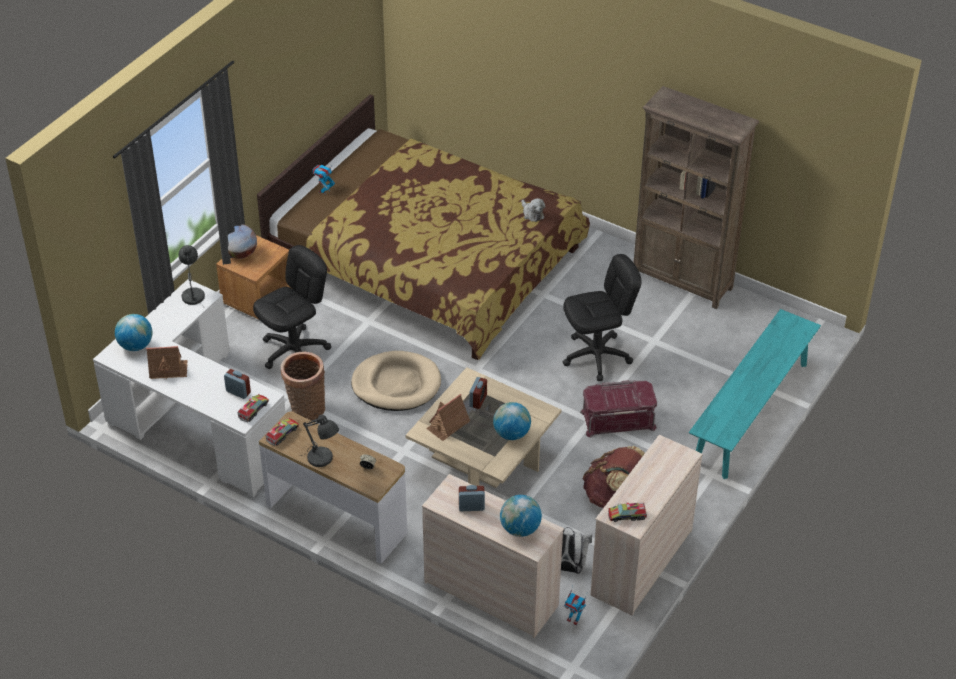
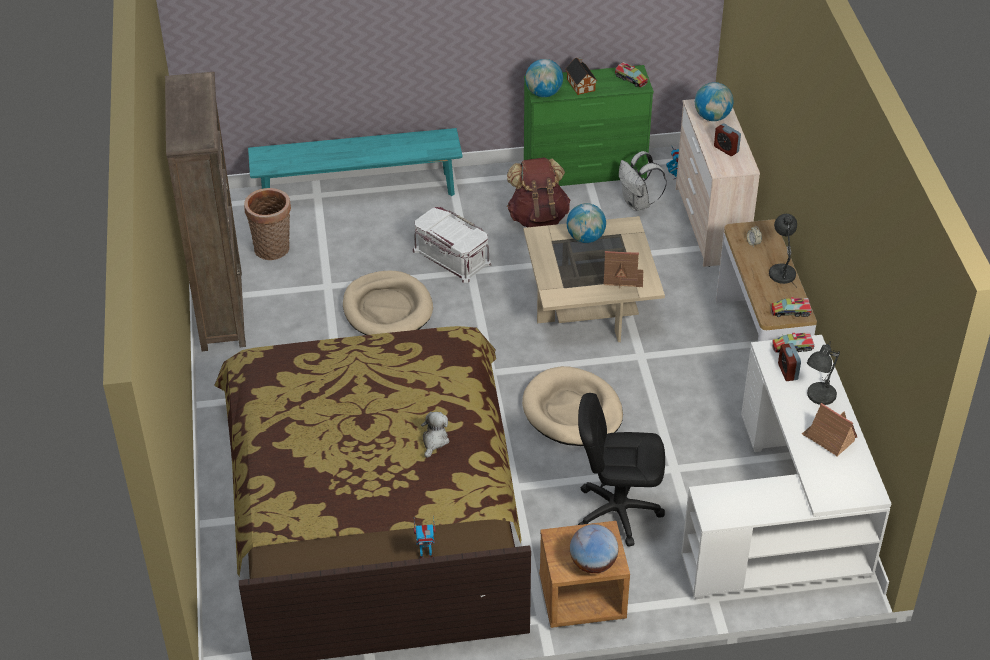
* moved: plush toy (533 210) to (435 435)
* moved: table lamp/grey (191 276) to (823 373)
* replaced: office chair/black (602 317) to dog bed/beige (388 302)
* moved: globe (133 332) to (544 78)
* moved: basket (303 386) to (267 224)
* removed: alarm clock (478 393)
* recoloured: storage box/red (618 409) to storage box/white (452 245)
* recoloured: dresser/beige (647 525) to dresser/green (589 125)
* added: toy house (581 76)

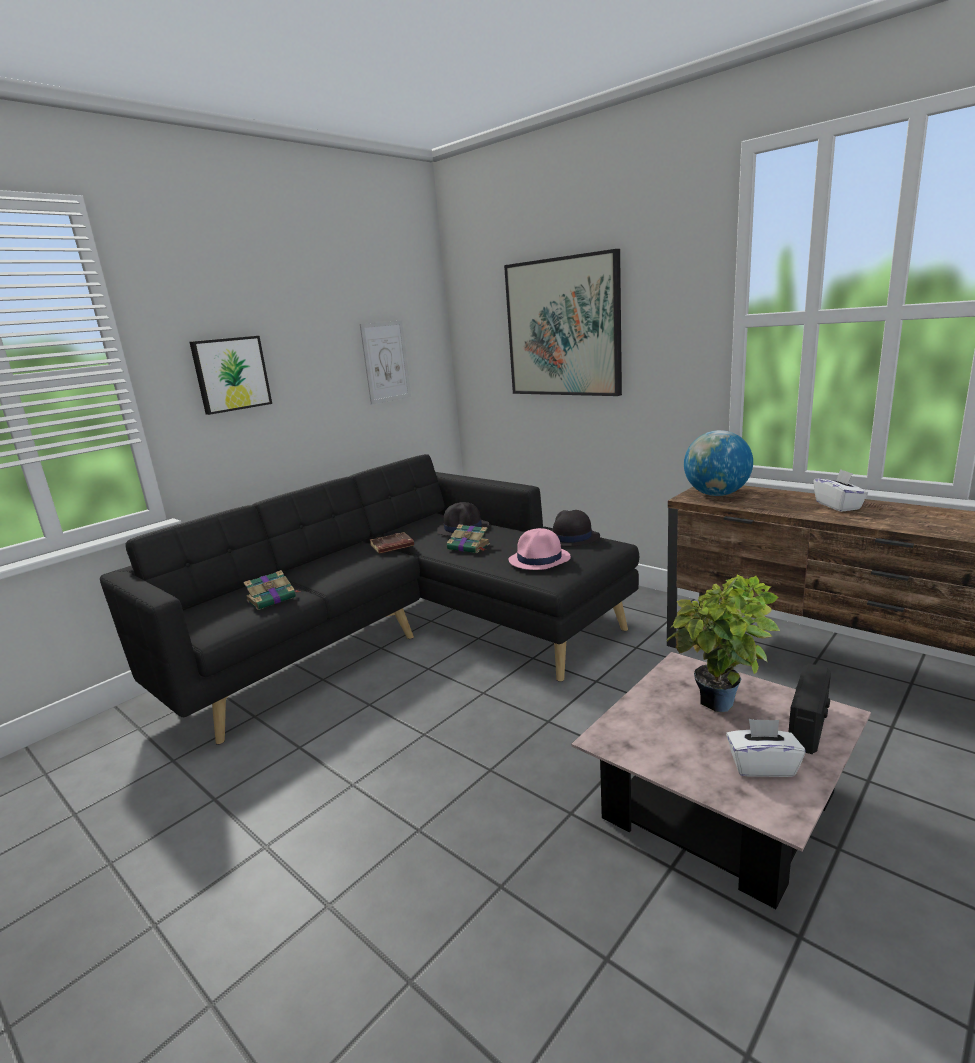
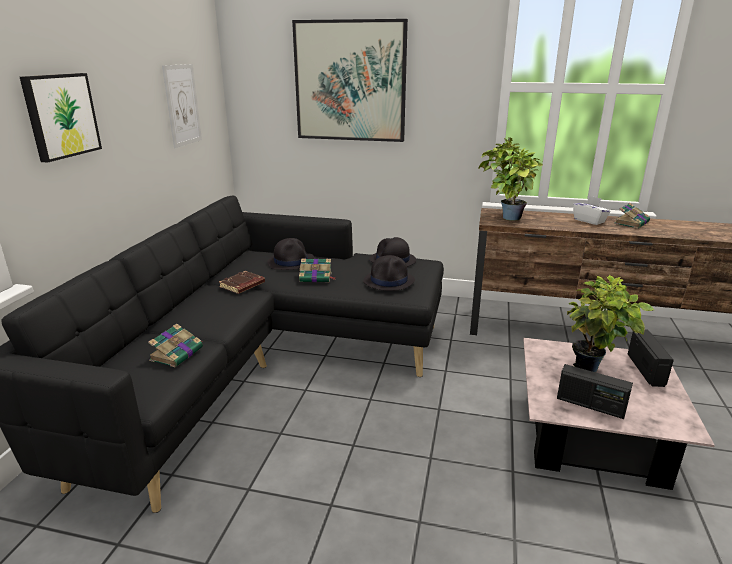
* replaced: globe (718 463) to potted plant (511 178)
* recoloured: hat/pink (540 549) to hat/black (389 273)
* removed: tissue box/white (766 748)
* added: book (632 216)
* added: radio (595 391)

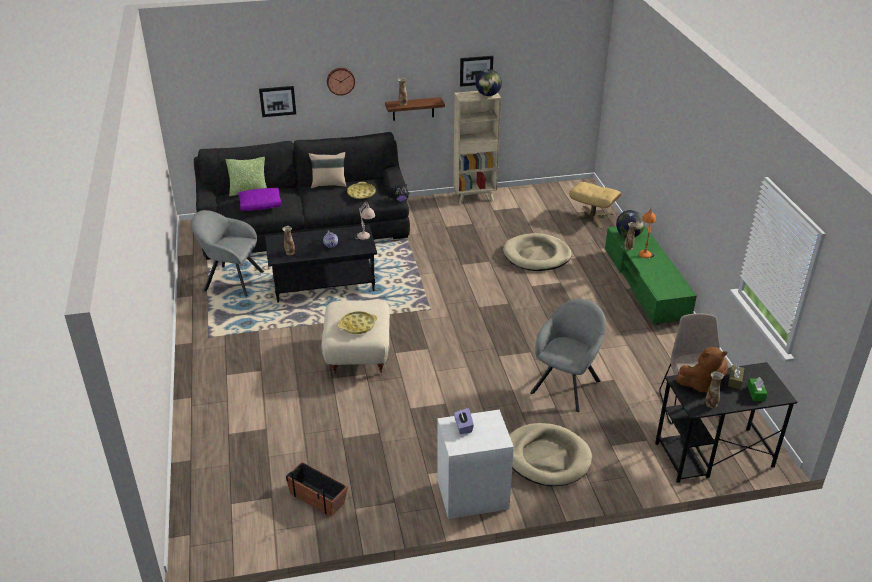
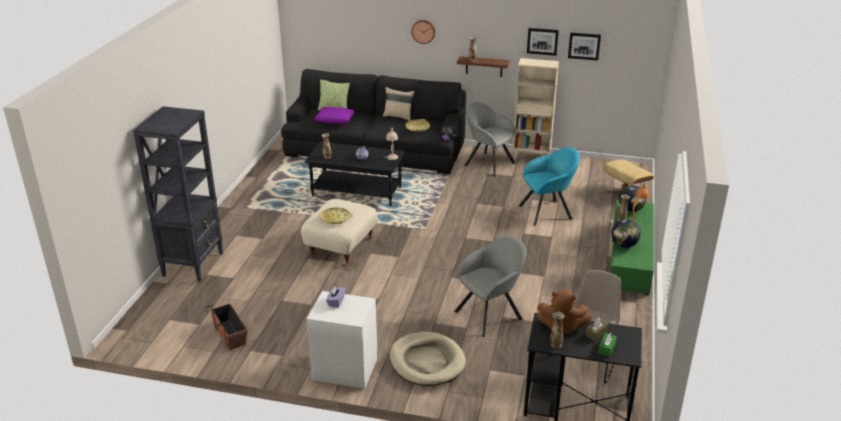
* moved: globe (488 82) to (626 233)
* moved: picture (277 101) to (584 46)
* moved: armchair/grey (227 253) to (489 139)
* replaced: dog bed/beige (537 252) to armchair/turquoise (549 186)
* added: bookcase/black (178 194)

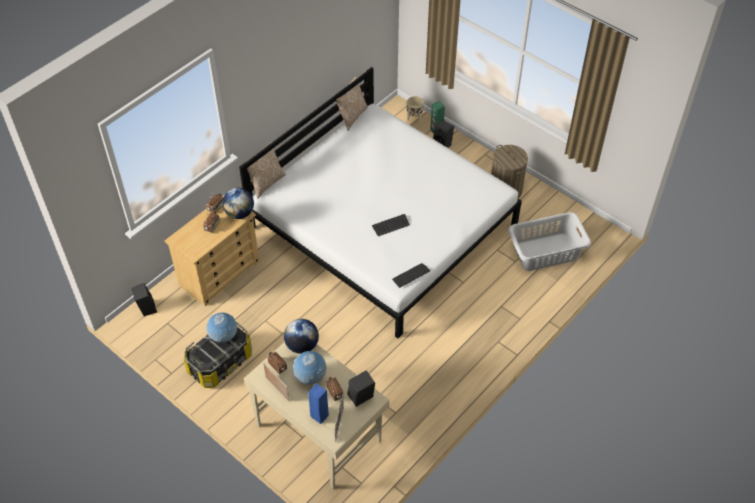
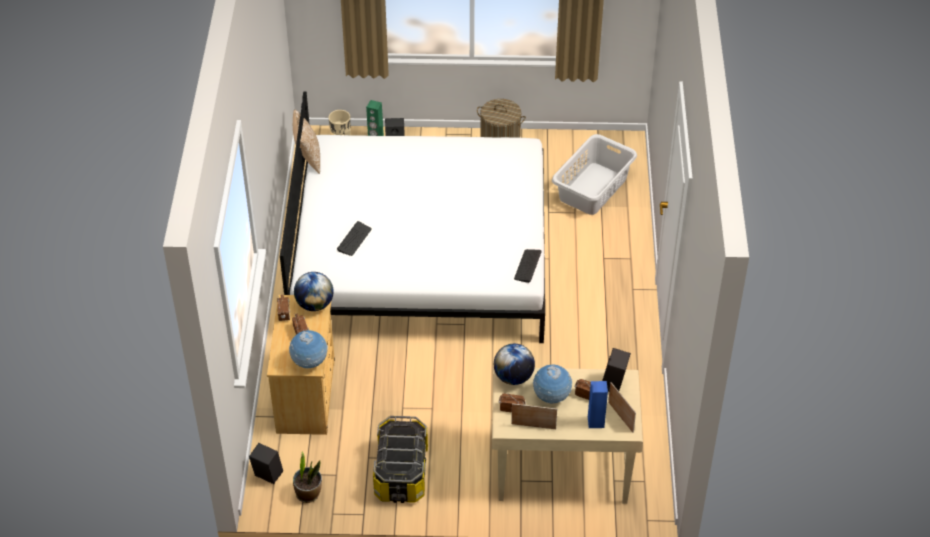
* removed: pillow (266 173)
* moved: keyboard (391 225) to (354 238)
* moved: globe (222 328) to (308 349)
* added: potted plant (307 477)

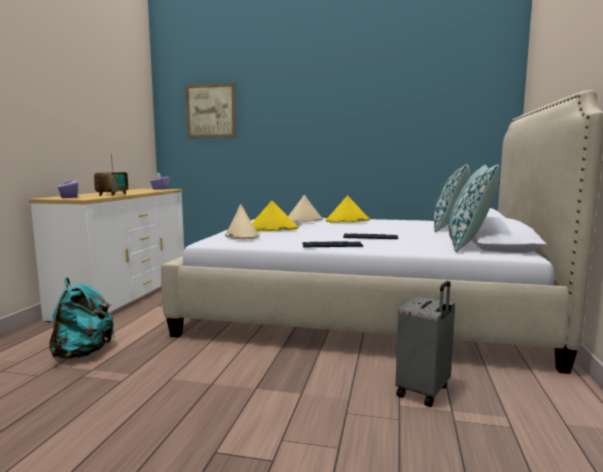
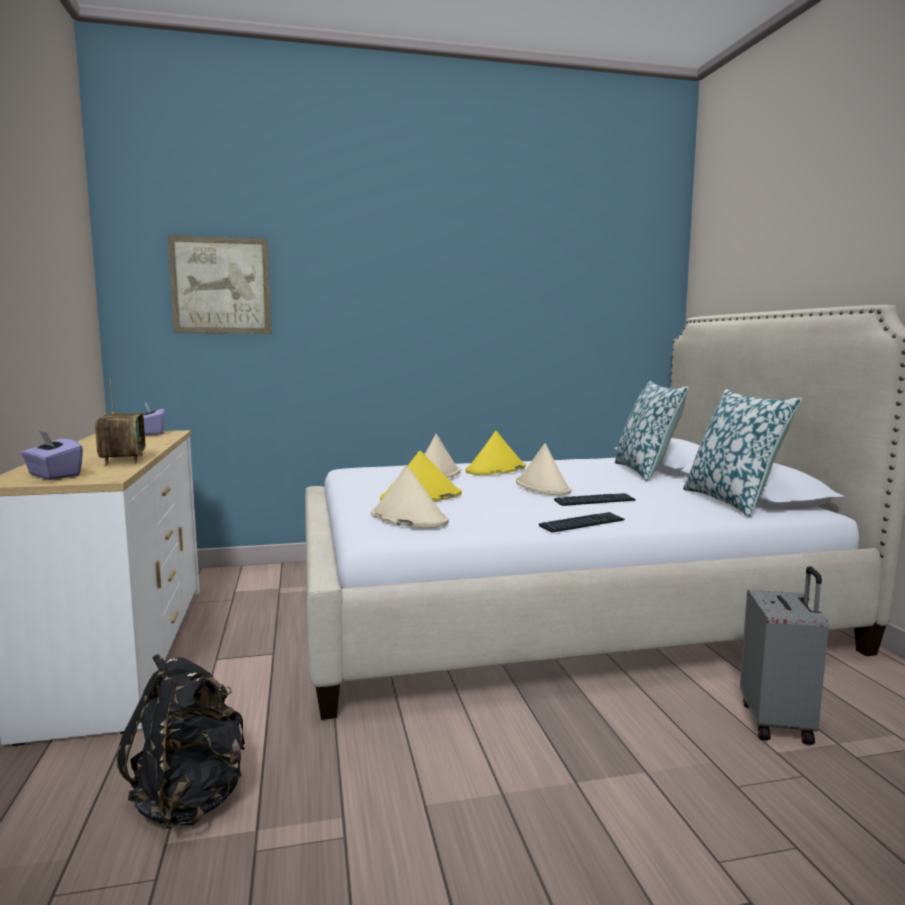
* recoloured: backpack/turquoise (82 318) to backpack/black (181 741)
* added: hat/beige (543 469)

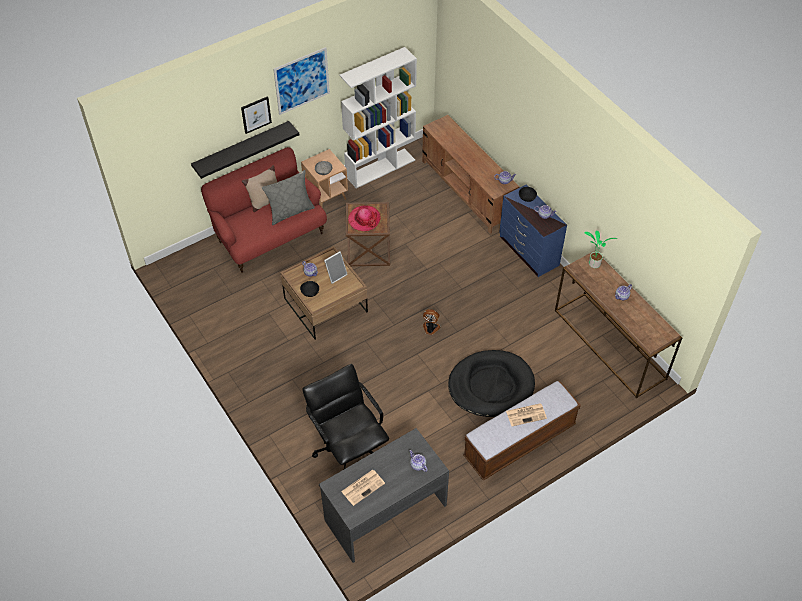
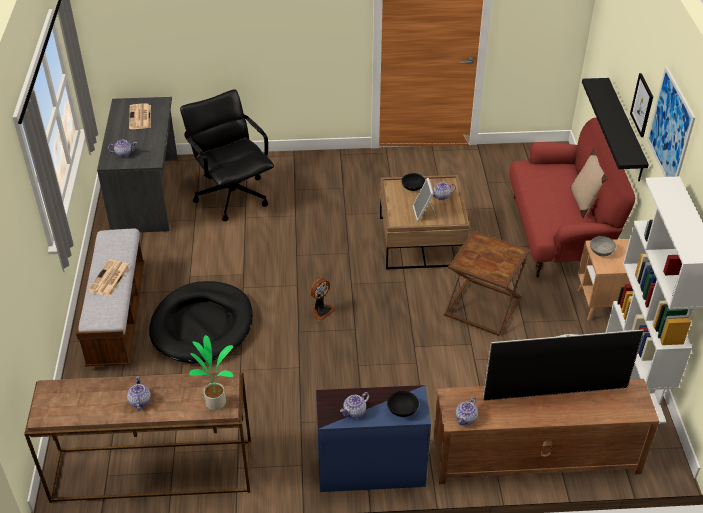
* removed: pillow/grey (288 197)
* removed: hat (364 218)
* turned: office chair/black (345 416) = (227 155) 120 degrees counterclockwise
* added: television (563 365)

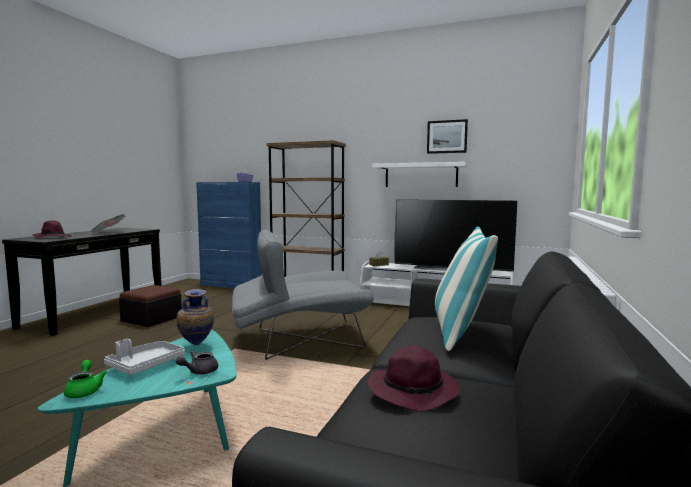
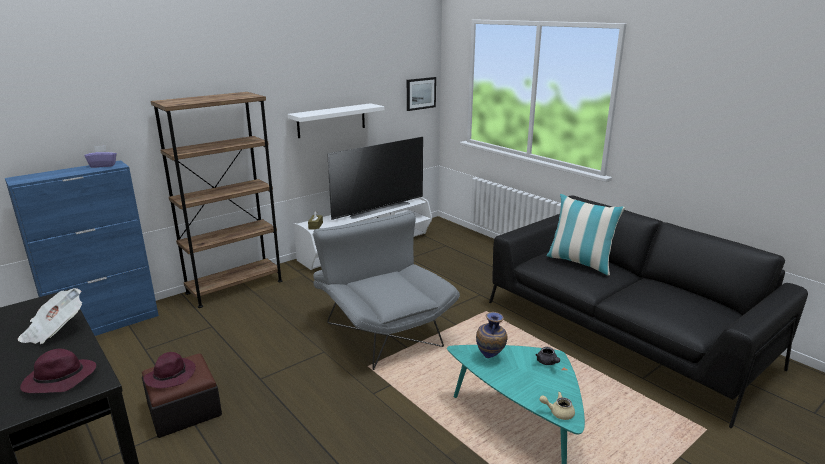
* moved: picture (447 136) to (421 94)
* turned: armchair/grey (303 295) = (386 290) 135 degrees clockwise
* removed: tray/grey (144 357)
* moved: hat/purple (414 378) to (169 370)
* recoloured: teapot/green (85 379) to teapot/beige (557 406)

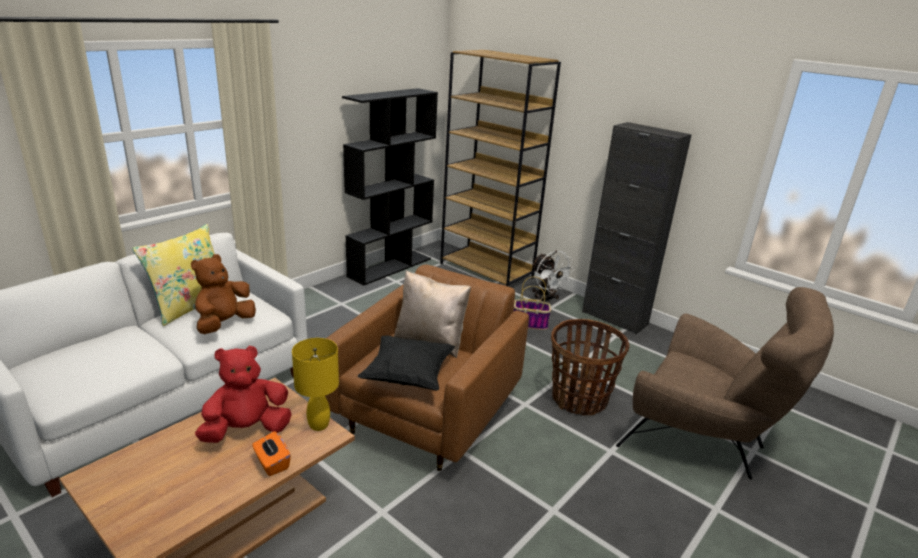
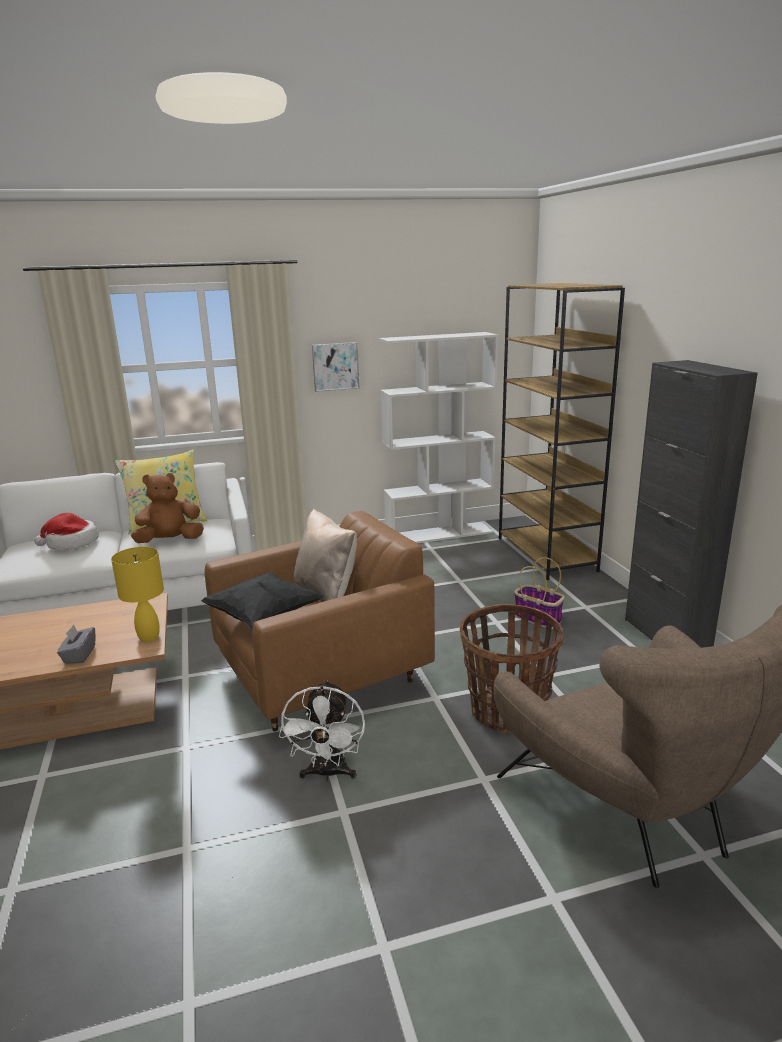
* recoloured: bookcase/black (390 186) to bookcase/white (438 437)
* moved: fan/white (553 276) to (322 731)
* removed: plush toy/red (243 394)
* recoloured: tissue box/orange (271 453) to tissue box/grey (76 644)
* added: picture (335 367)
* added: hat (66 531)

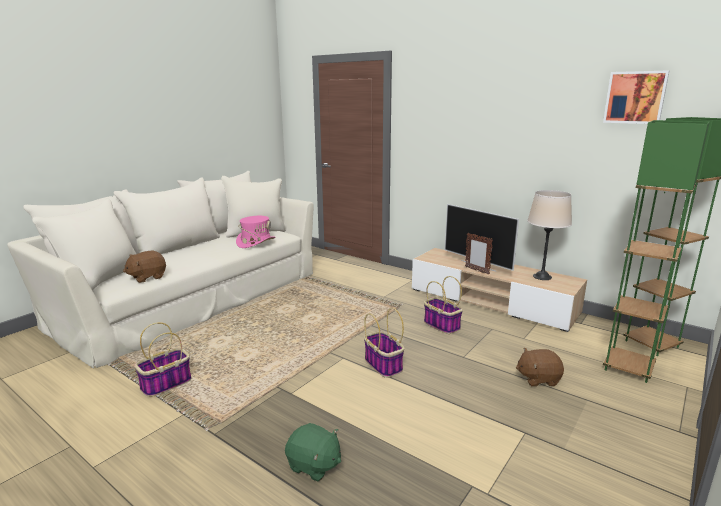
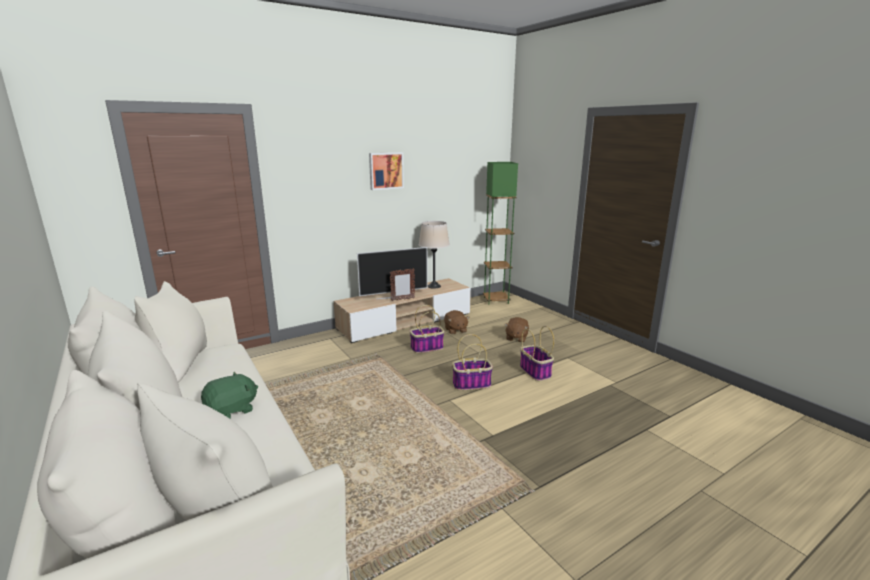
* moved: picture (636 97) to (386 171)
* removed: floor lamp/green (656 251)
* removed: hat/pink (256 232)
* moved: plush toy/brown (144 267) to (456 322)
* moved: basket (163 359) to (537 353)
* moved: plush toy/green (313 452) to (229 395)

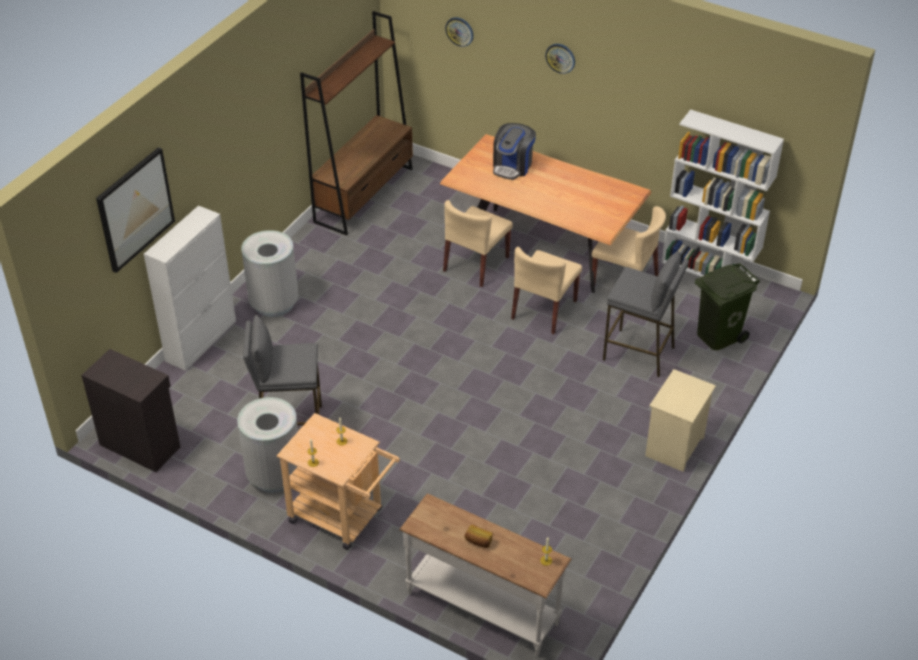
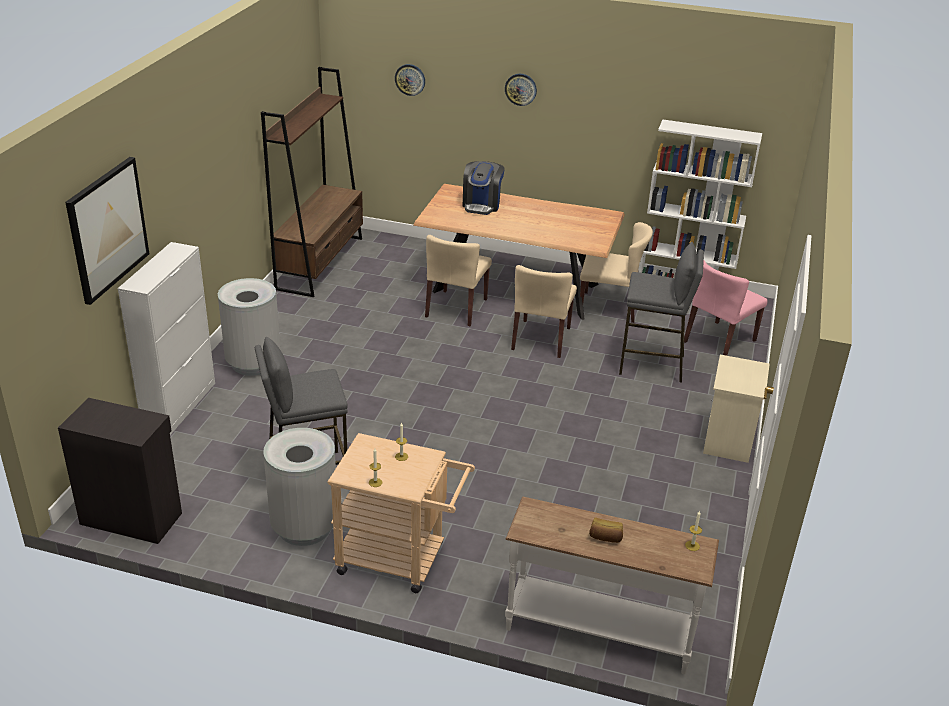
* replaced: trash can/green (727 306) to chair/pink (726 308)

